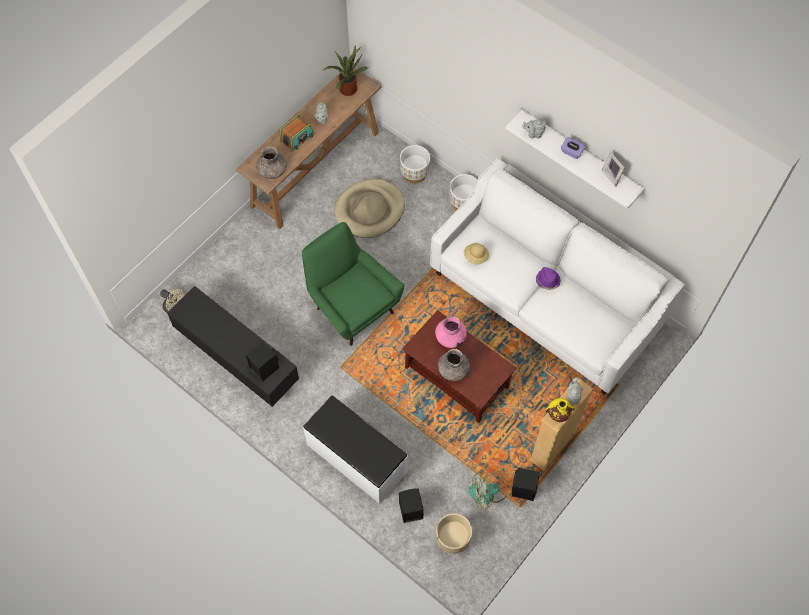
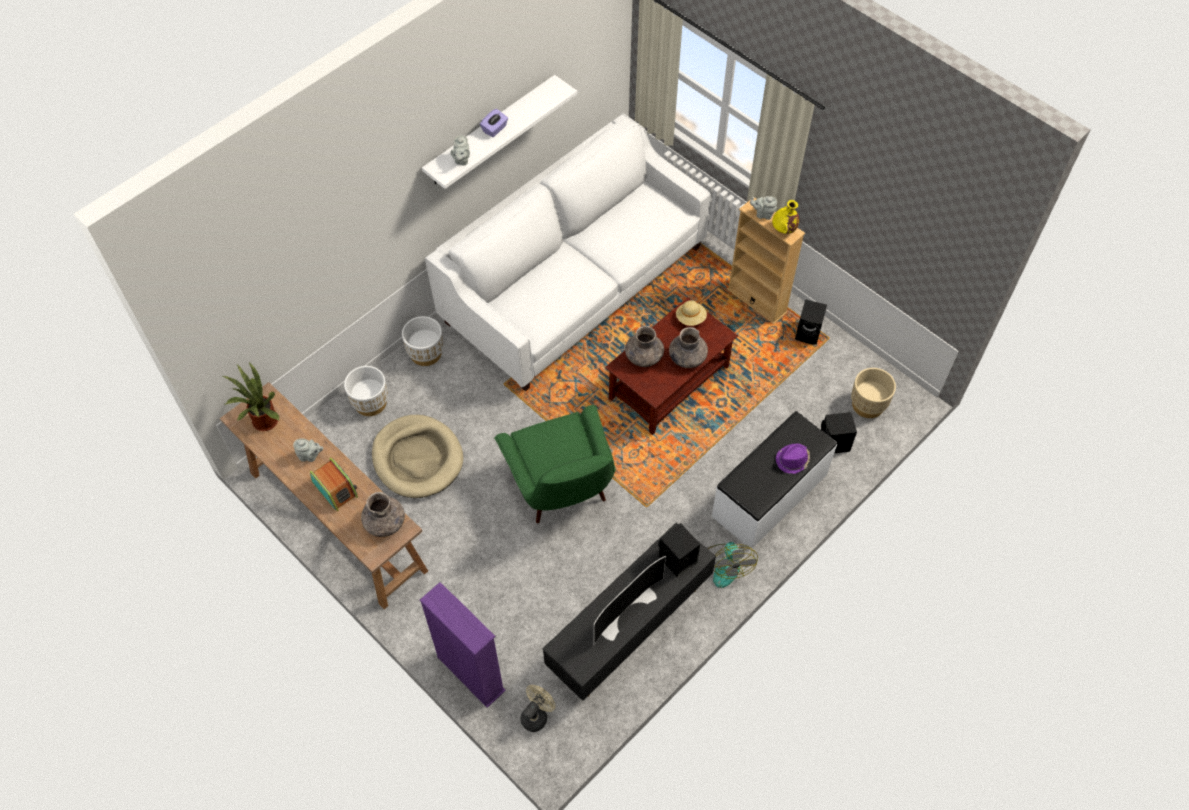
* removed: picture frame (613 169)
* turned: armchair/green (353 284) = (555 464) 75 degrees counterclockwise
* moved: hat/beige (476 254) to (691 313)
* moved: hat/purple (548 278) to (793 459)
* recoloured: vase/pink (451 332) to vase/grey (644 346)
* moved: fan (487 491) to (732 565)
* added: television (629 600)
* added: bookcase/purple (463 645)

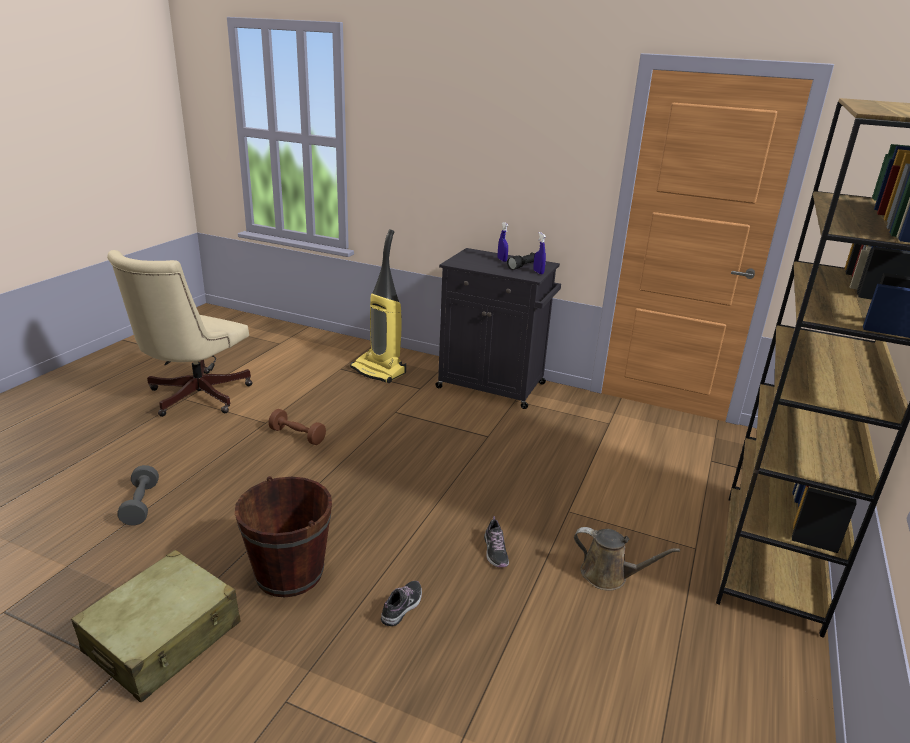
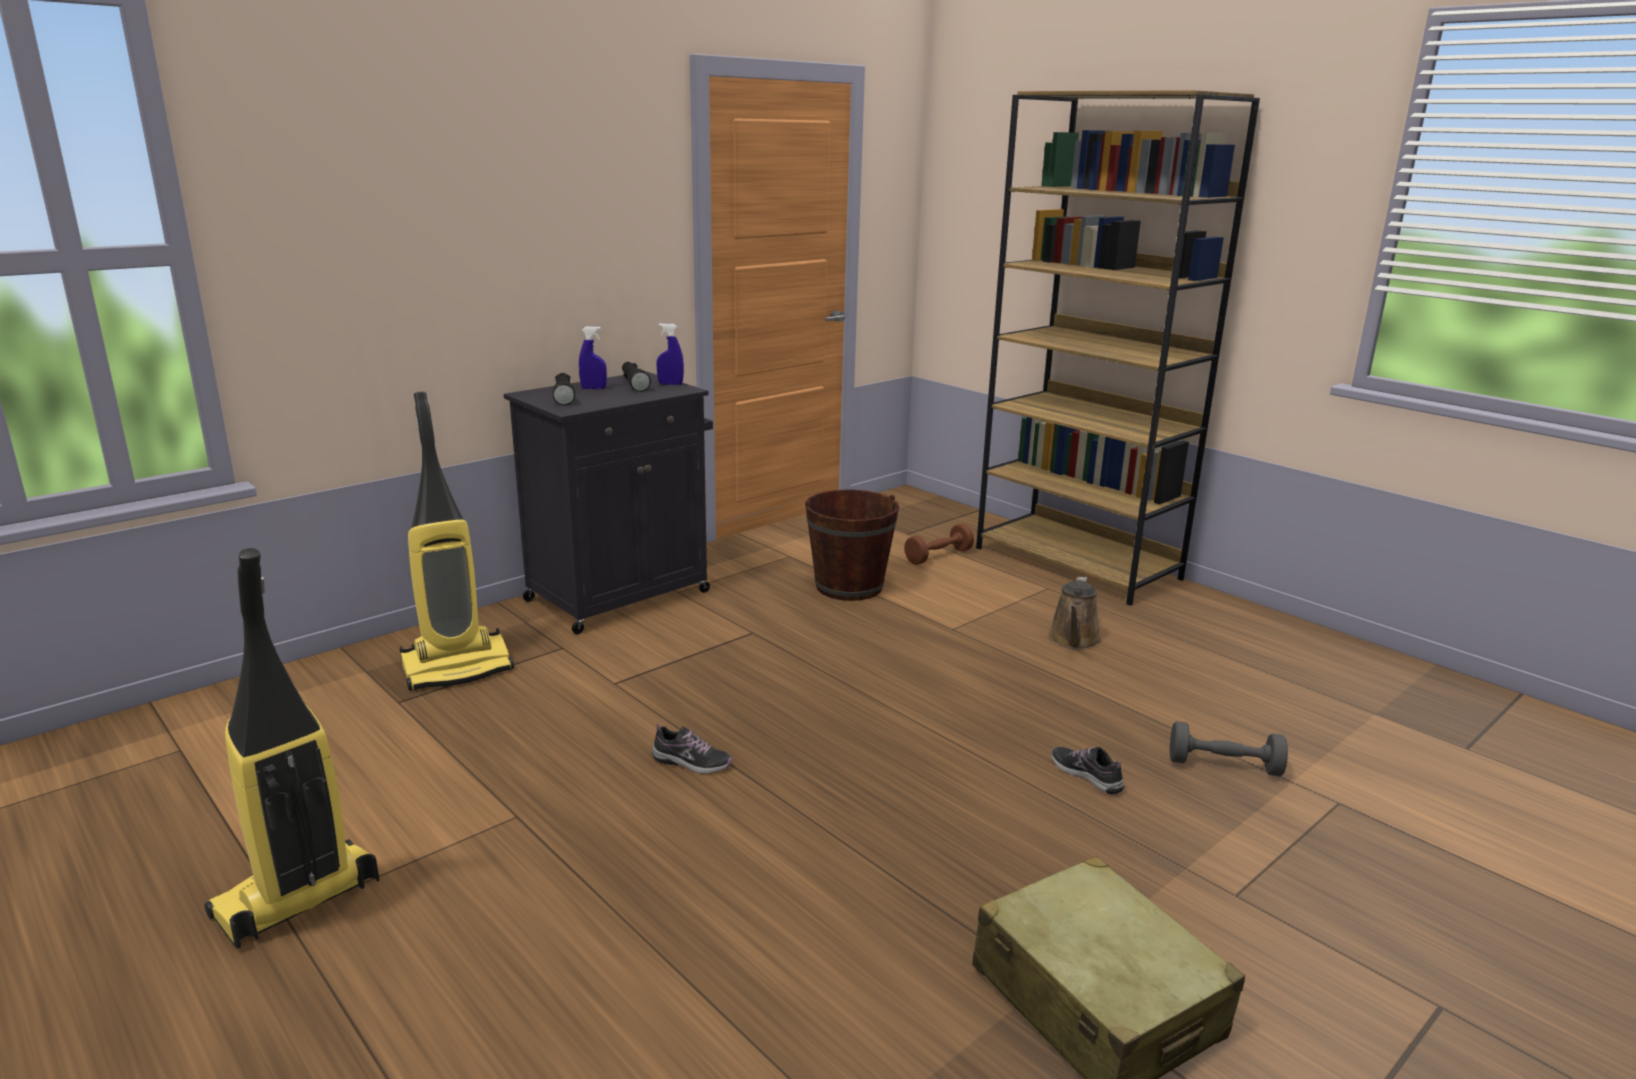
* replaced: office chair/beige (180 333) to vacuum cleaner (292 748)
* moved: dumbbell/brown (297 427) to (939 544)
* moved: dumbbell/grey (138 495) to (1229 748)
* moved: bucket/brown (283 537) to (852 545)
* moved: shoe (496 542) to (692 748)
* turned: watering can/brown (627 559) = (1074 613) 150 degrees clockwise
* added: flashlight/black (564 389)

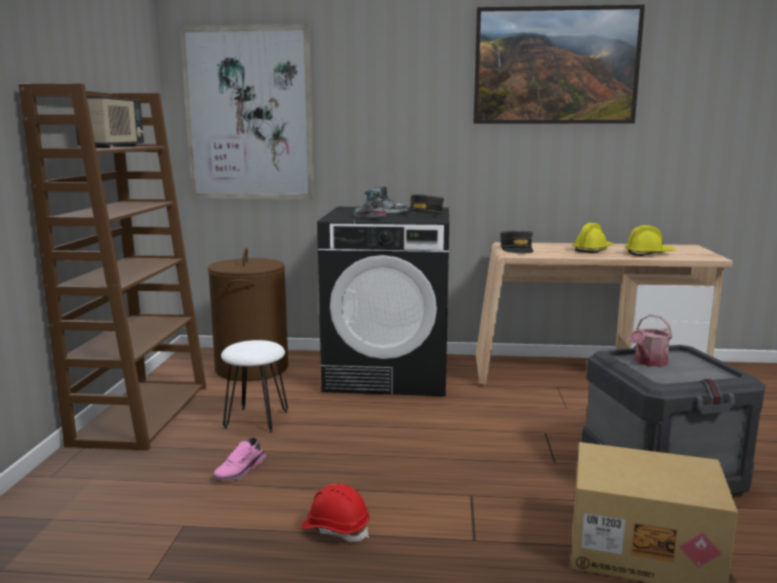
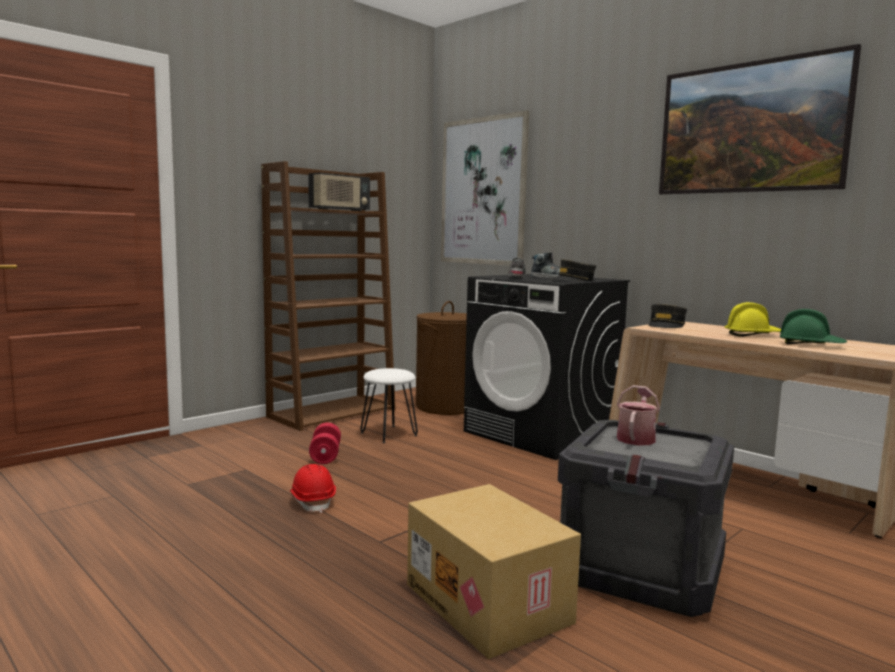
* recoloured: hard hat/yellow (650 240) to hard hat/green (813 326)
* turned: watering can (650 340) = (638 415) 120 degrees clockwise
* replaced: shoe/pink (239 459) to dumbbell/red (325 443)

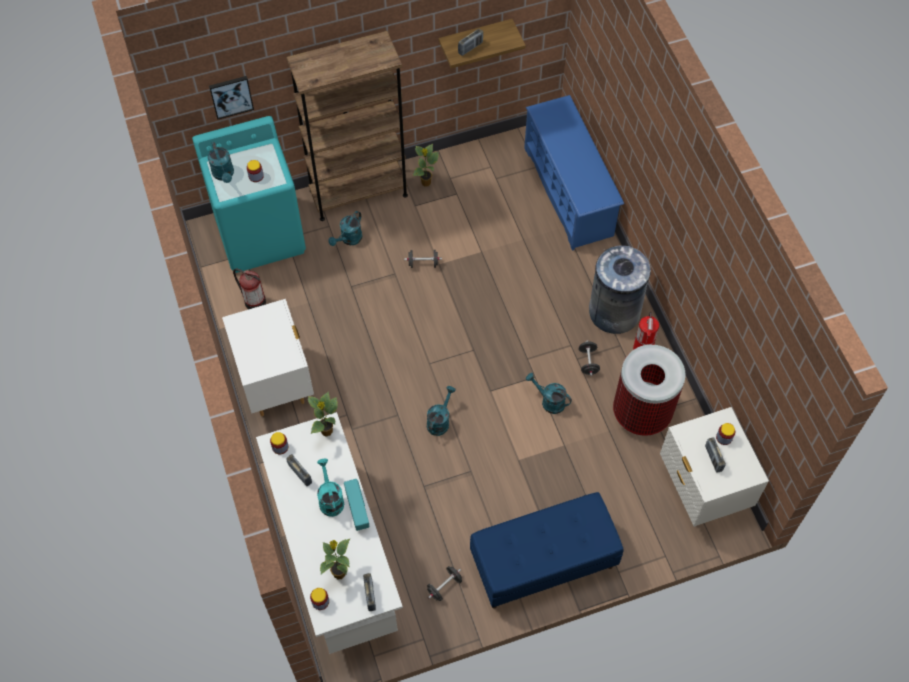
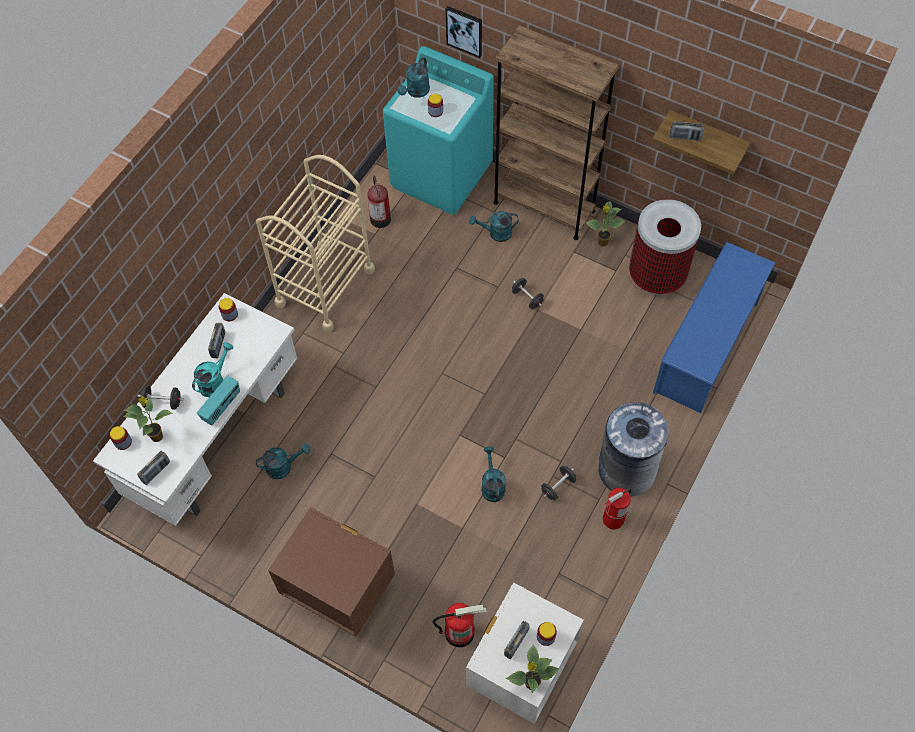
* replaced: nightstand/white (268 357) to cart/beige (315 243)
* moved: trash can (649 390) to (665 247)
* moved: watering can/turquoise (441 411) to (283 461)
* moved: potted plant (323 413) to (532 668)
* replaced: bench/blue (546 550) to nightstand/brown (331 572)
* moved: dumbbell/black (444 583) to (160 397)
* added: fire extinguisher (460 625)

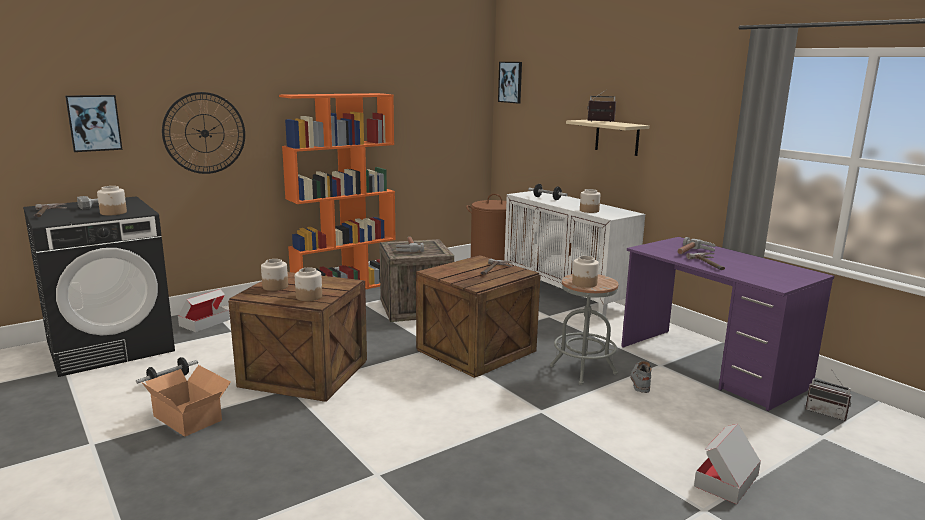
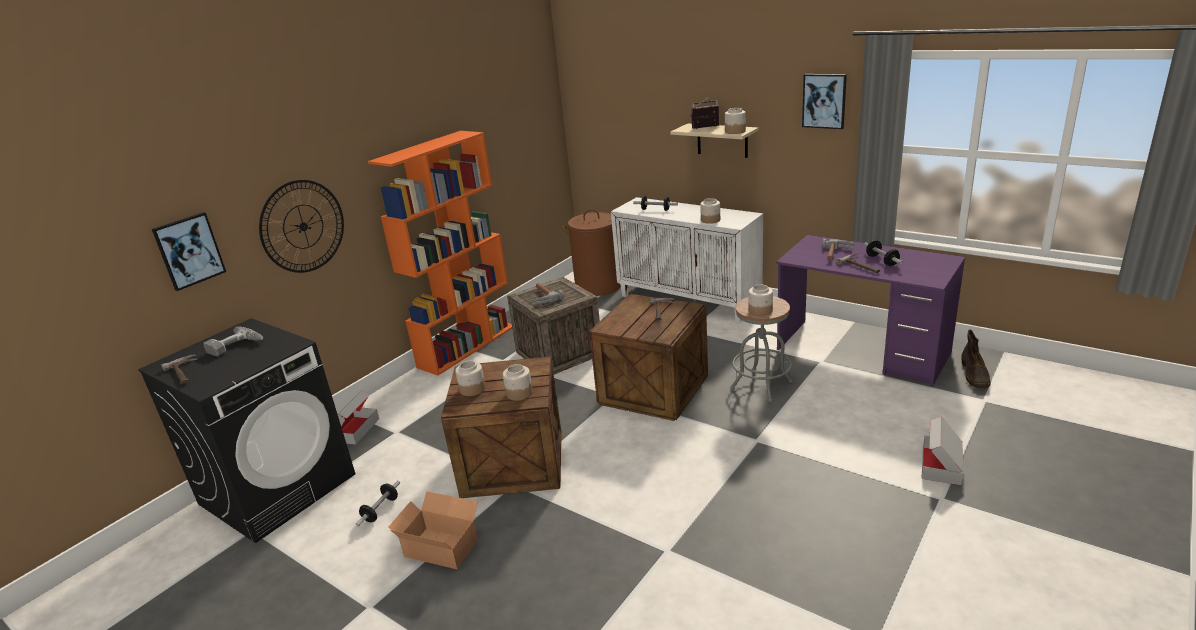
* moved: picture (510 83) to (824 101)
* moved: jar (112 200) to (735 121)
* removed: boot/grey (640 377)
* replaced: radio (828 395) to boot/brown (976 358)
* added: dumbbell (883 253)

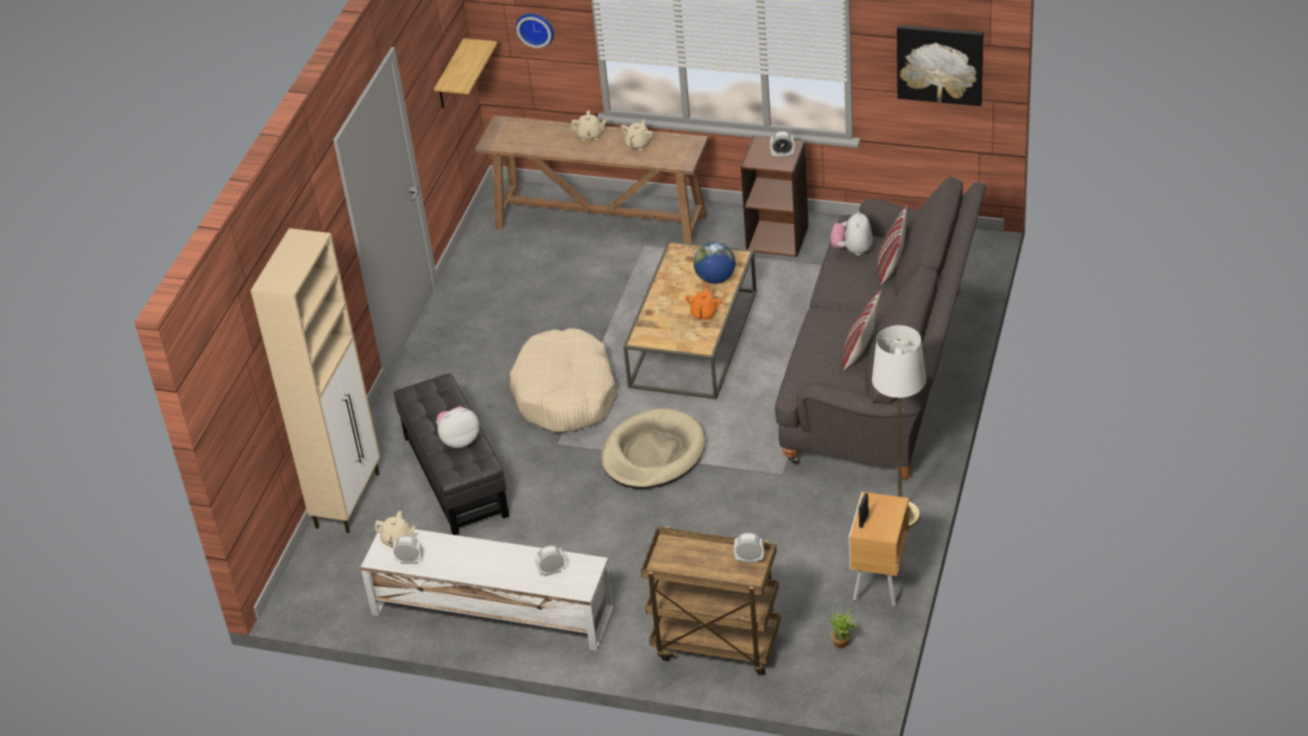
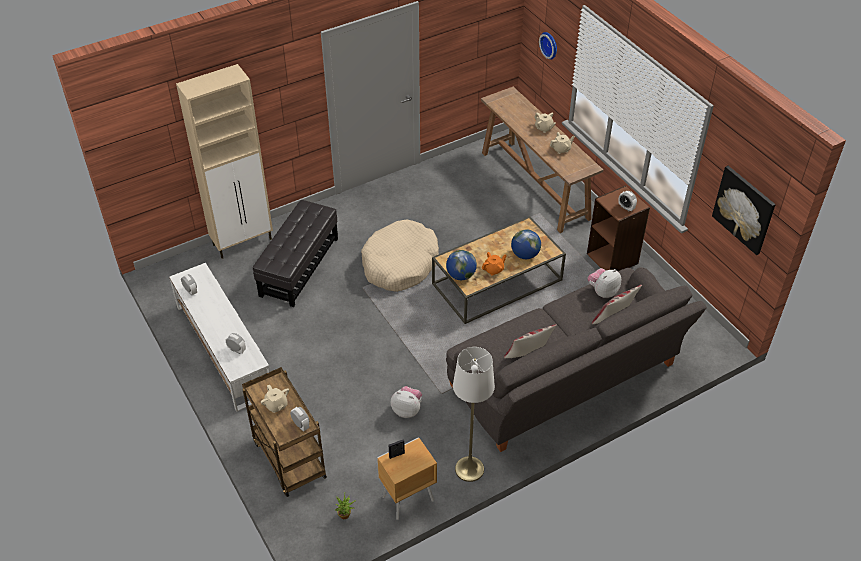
* removed: shelf (465 73)
* moved: plush toy (457 427) to (406 402)
* removed: dog bed/beige (653 448)
* moved: teapot/beige (395 529) to (275 399)
* added: globe (461 265)

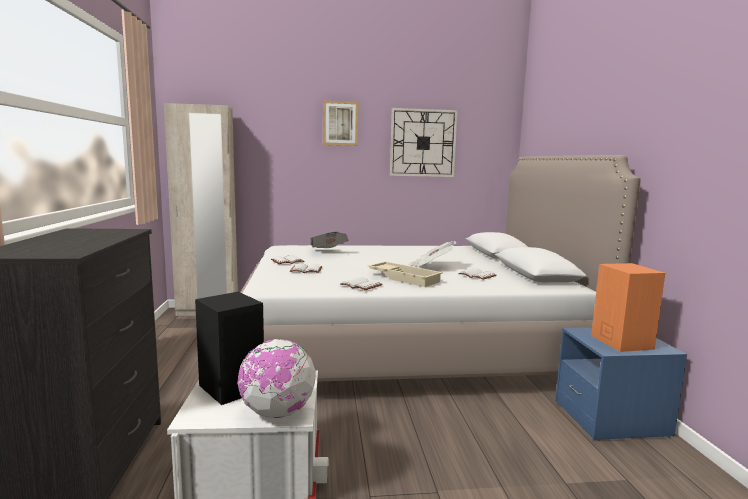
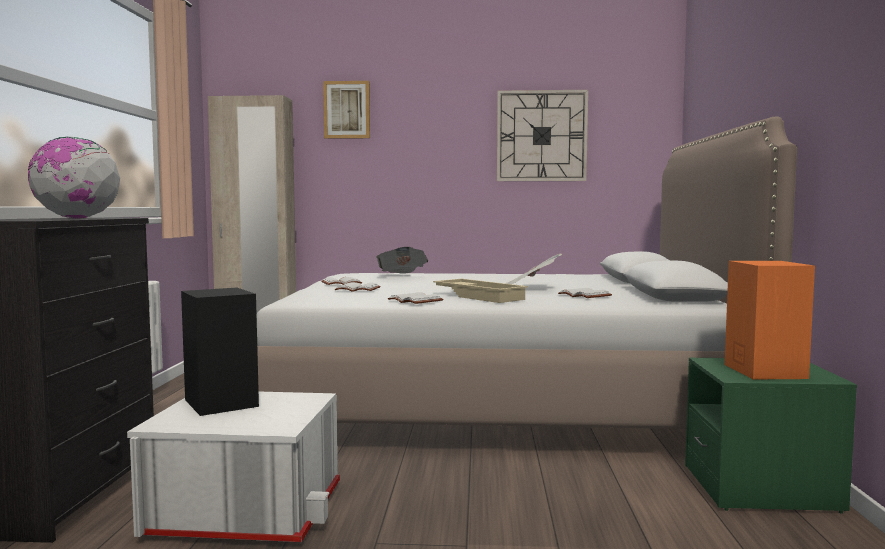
* moved: picture (341 123) to (346 110)
* recoloured: nightstand/blue (621 384) to nightstand/green (771 436)
* moved: globe (276 378) to (74 177)

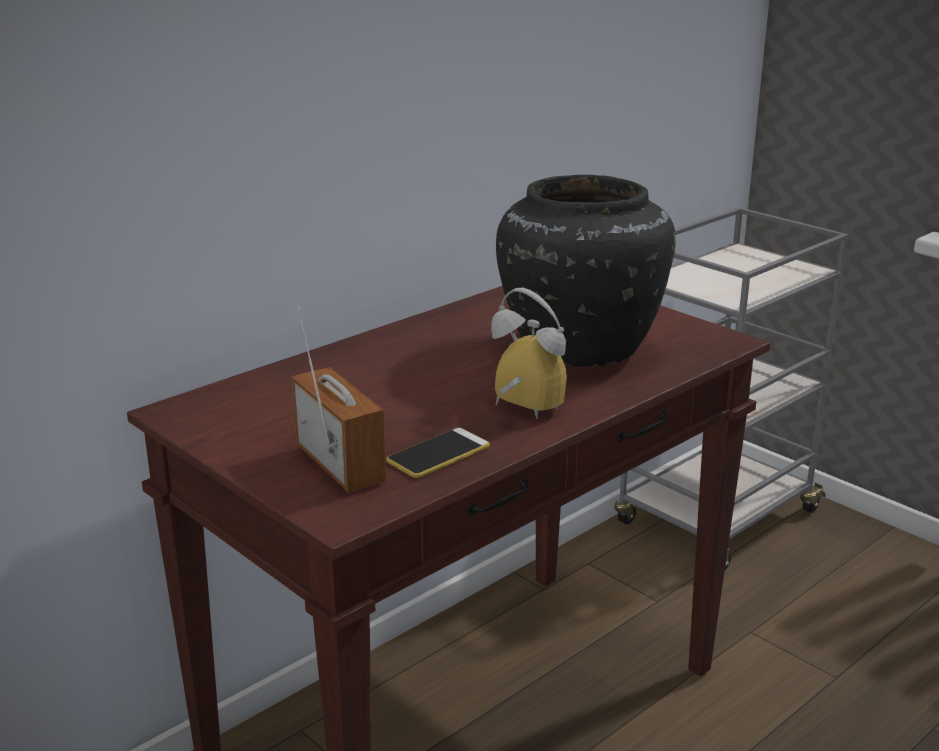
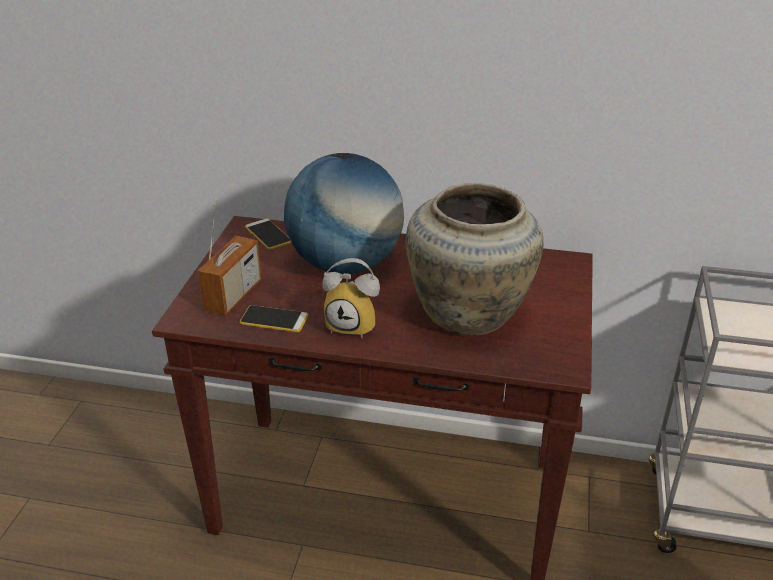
* recoloured: vase/black (586 271) to vase/beige (475 259)
* turned: alarm clock (529 353) = (351 298) 105 degrees clockwise
* added: globe (344 213)
* added: phone (268 234)

